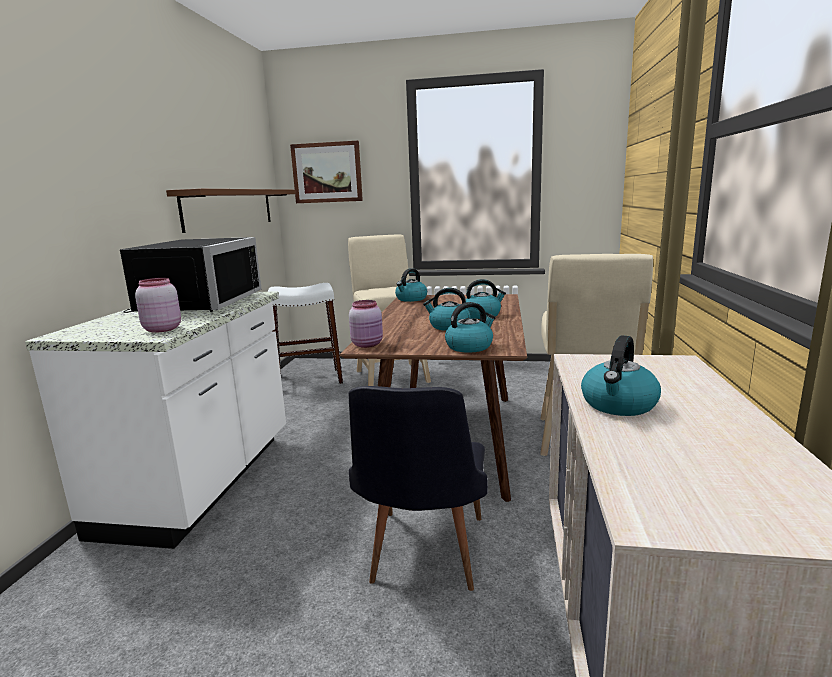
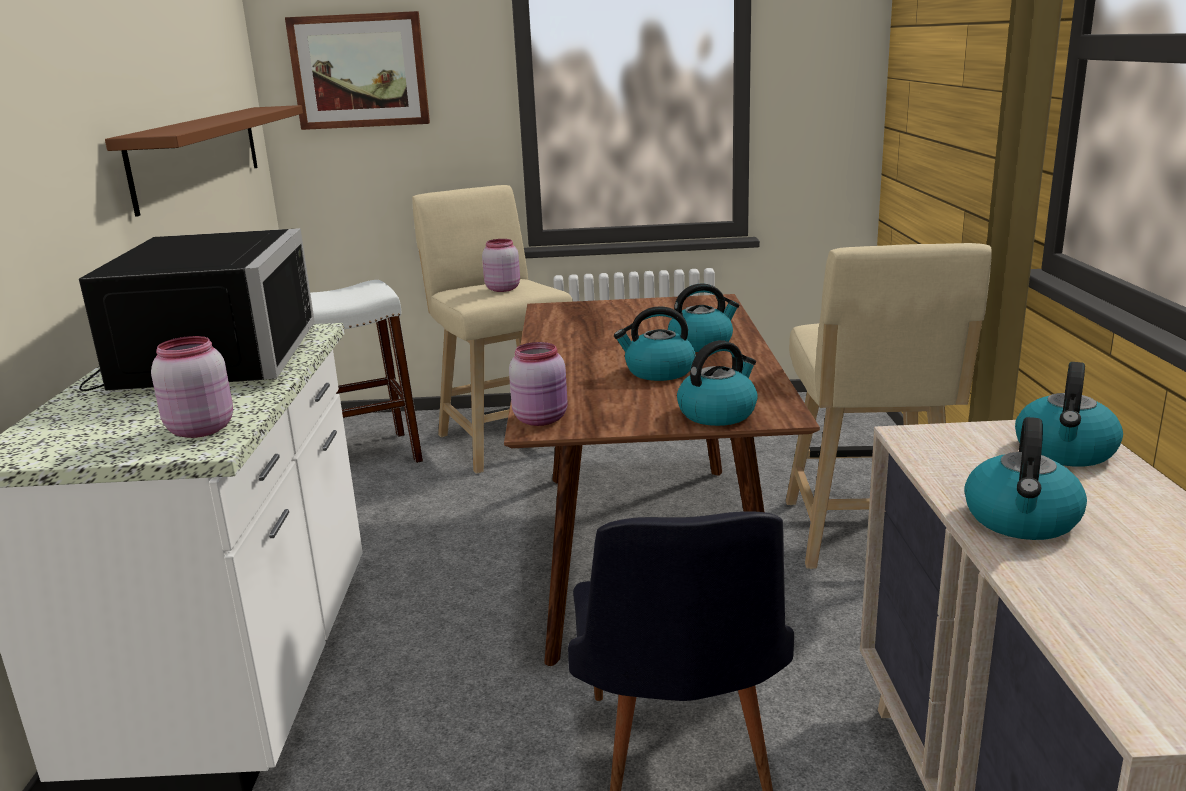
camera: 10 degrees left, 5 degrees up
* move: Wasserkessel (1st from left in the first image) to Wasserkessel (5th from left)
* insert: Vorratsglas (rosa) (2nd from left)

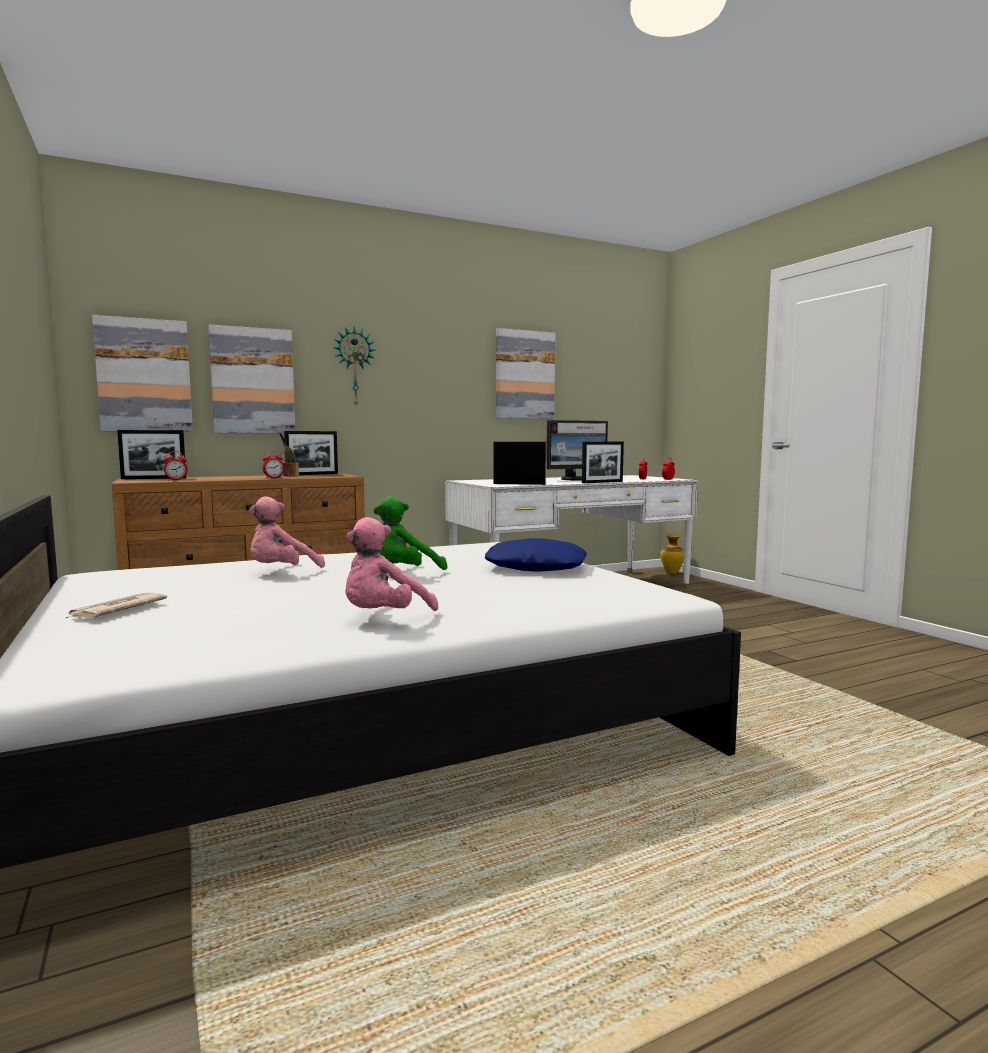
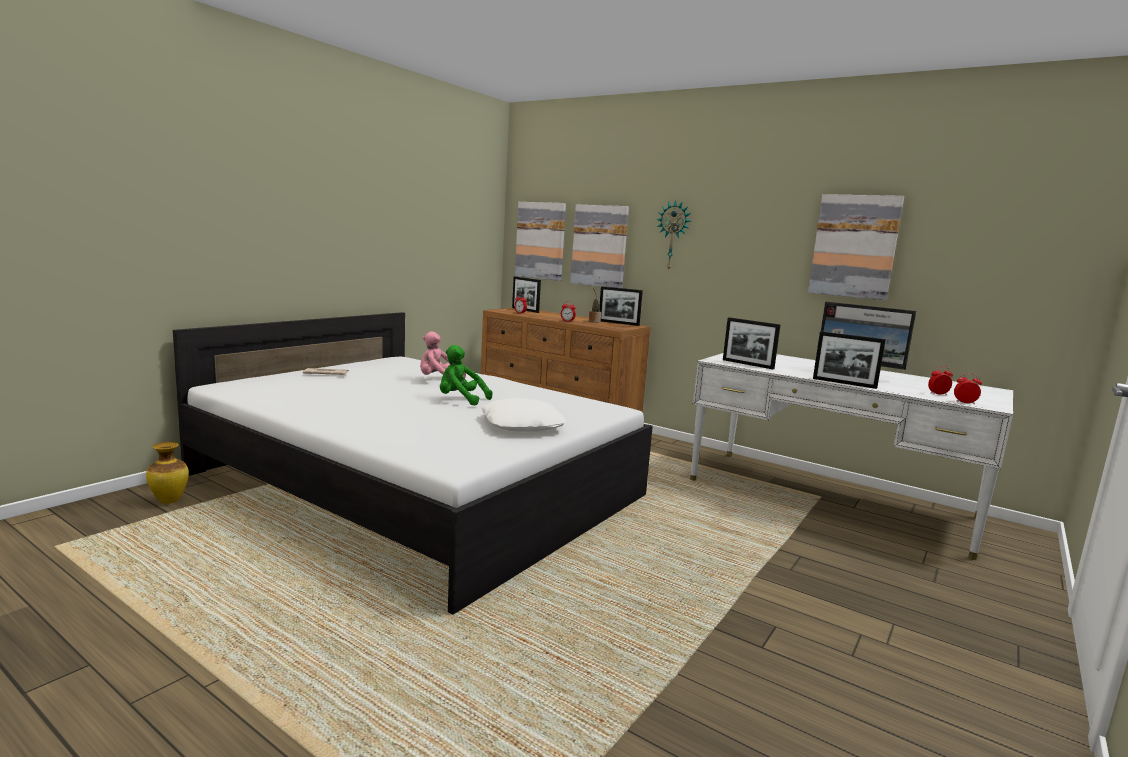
camera: 60 degrees right, 5 degrees up
* delete: Plüschtier (rosa) (2nd from left)
* recolor: Kissen (blau) to Kissen (weiß)
* rotate: Bilderrahmen (3rd from left) 150 degrees clockwise
* move: Vase

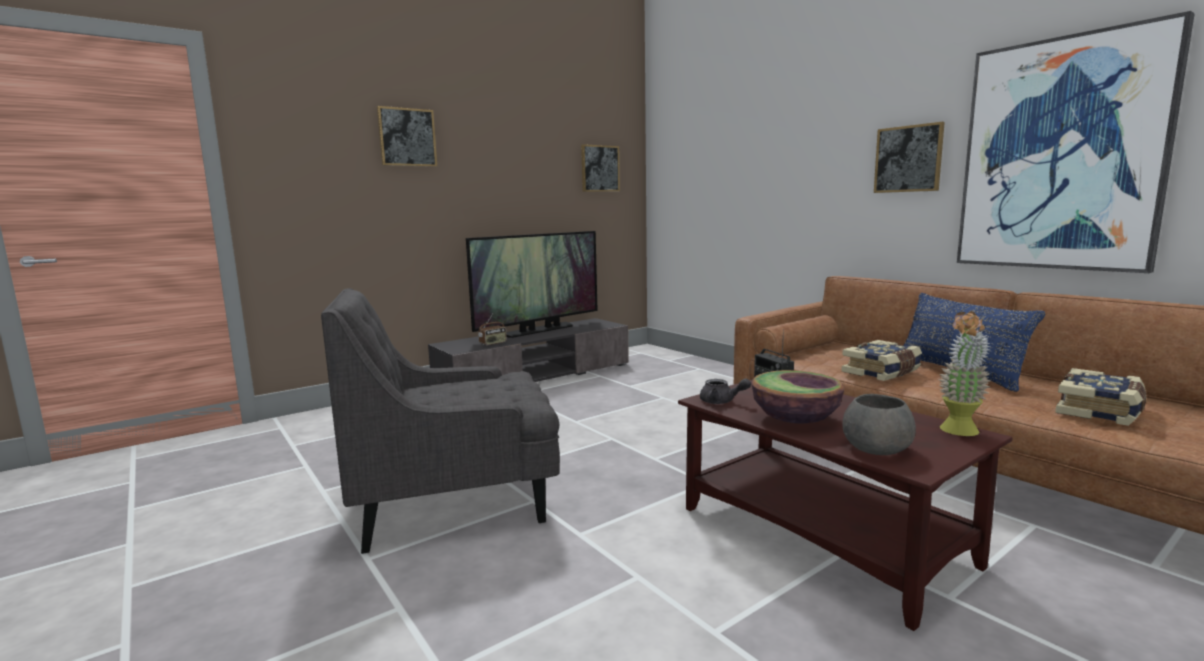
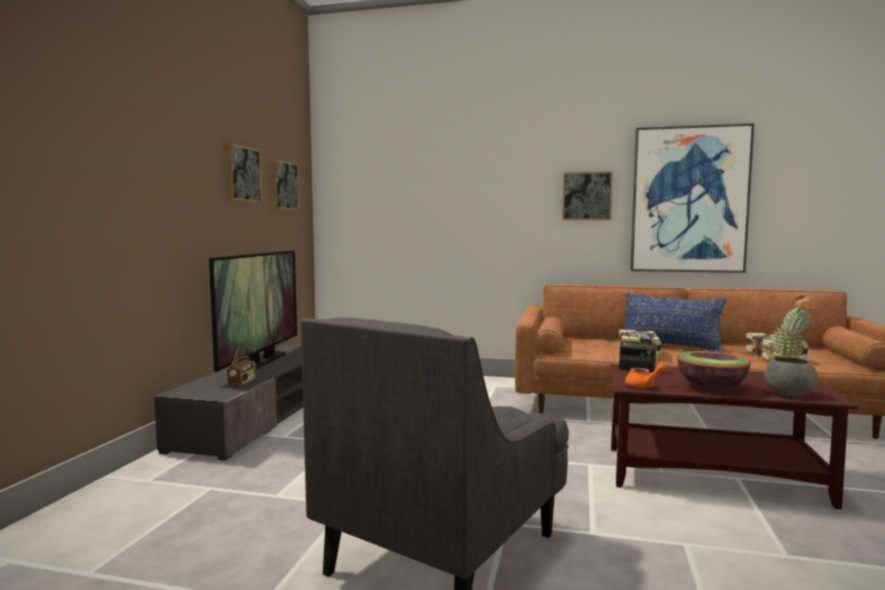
camera: 40 degrees left, 5 degrees down
* move: Bild (1st from left)
* recolor: Teekanne (grau) to Teekanne (orange)

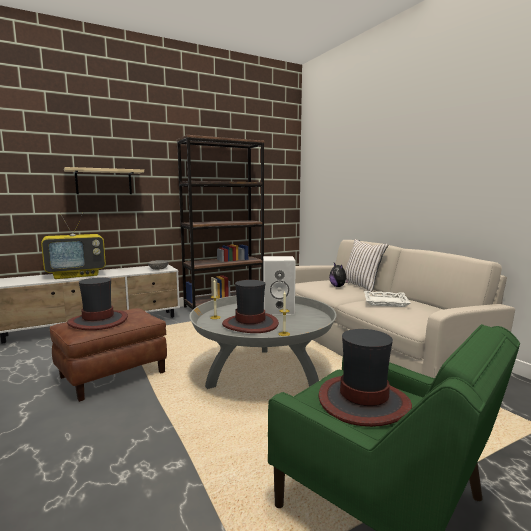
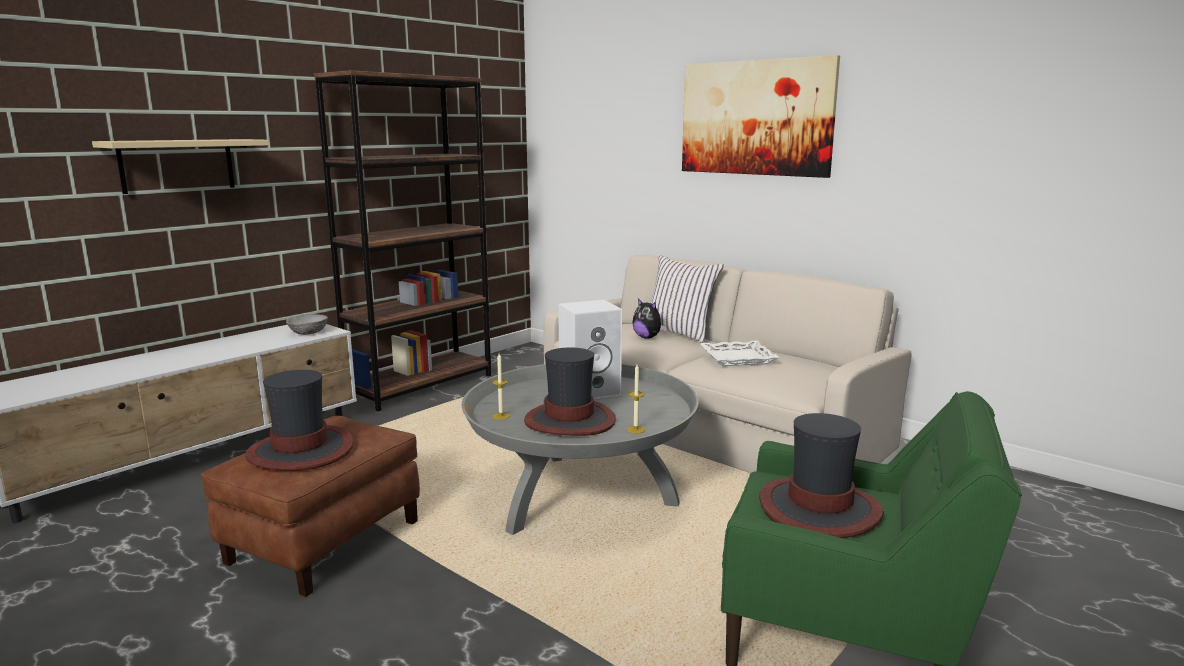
camera: 20 degrees left, 5 degrees up
* delete: Fernseher
* insert: Bild

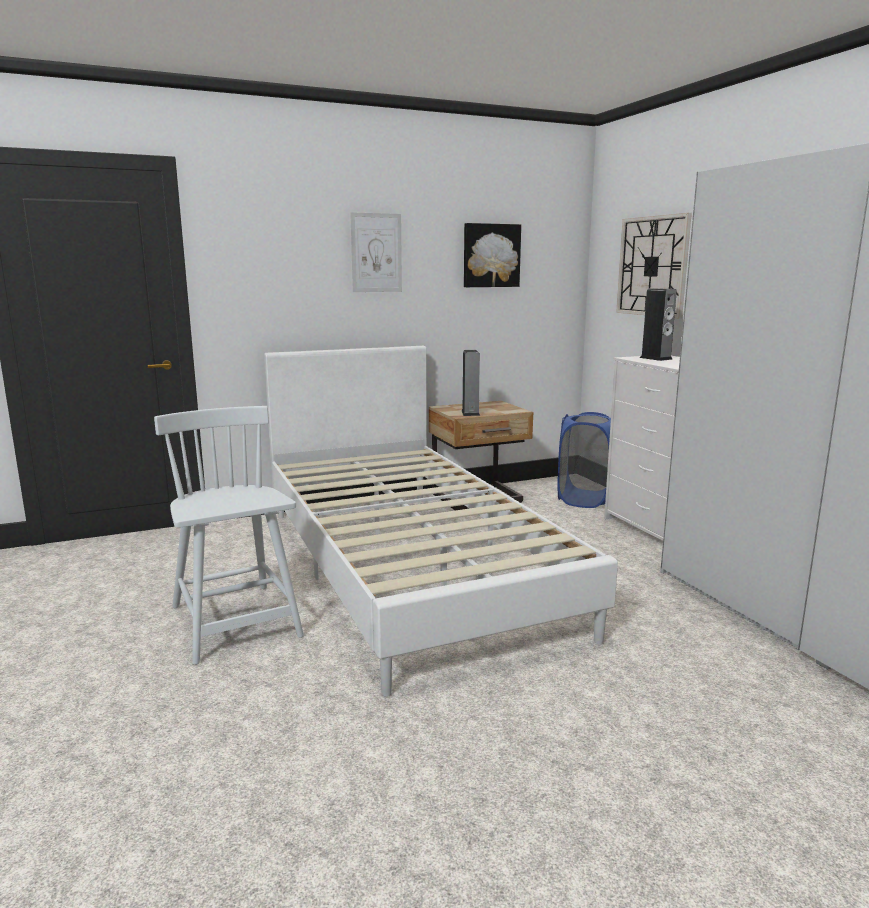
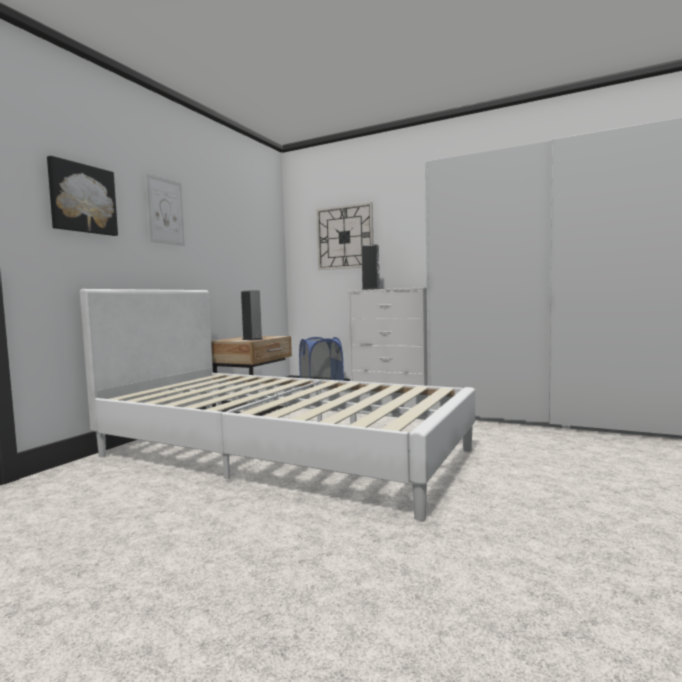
camera: 40 degrees left, 10 degrees down
* delete: Stuhl (weiß)
* move: Bild (2nd from left in the first image) to Bild (1st from left)

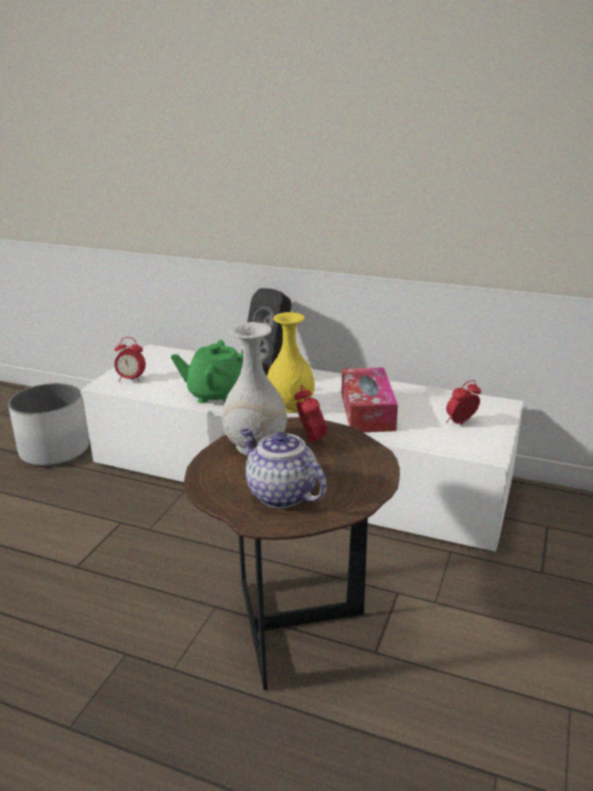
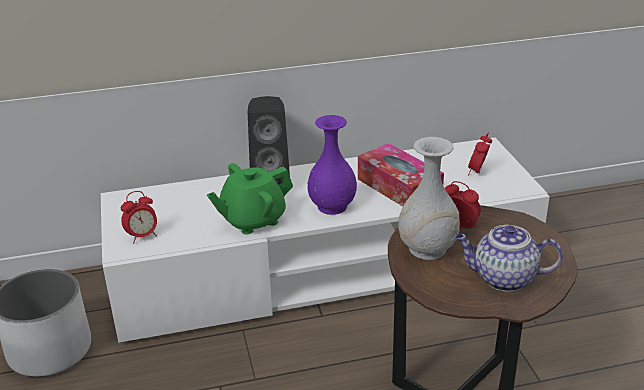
camera: 35 degrees left, 5 degrees up
* recolor: Vase (gelb) to Vase (lila)

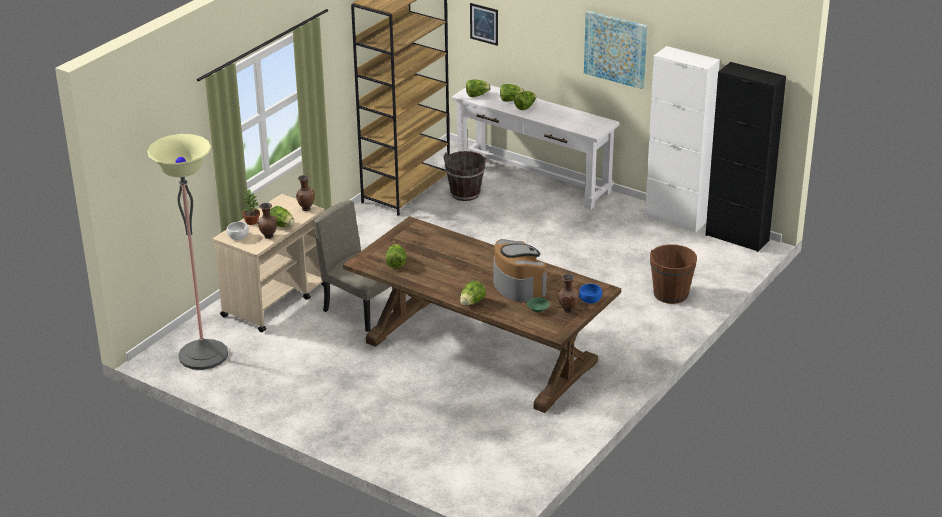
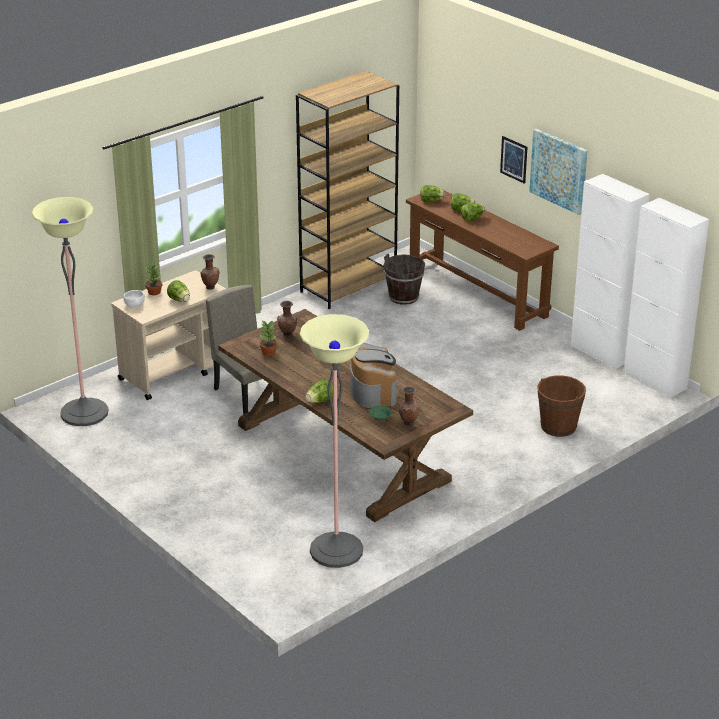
camera: 15 degrees right, 0 degrees up
* move: Vase (braun) (1st from left in the first image) to Vase (braun) (2nd from left)
* replace: Salatkopf (2nd from left) to Topfpflanze (2nd from left)
* recolor: Konsolentisch (weiß) to Konsolentisch (braun)
* move: Bild (1st from left)
* delete: Schüssel (blau)
* recolor: Schrank (schwarz) to Schrank (weiß) (2nd from left)
* insert: Stehlampe (2nd from left)

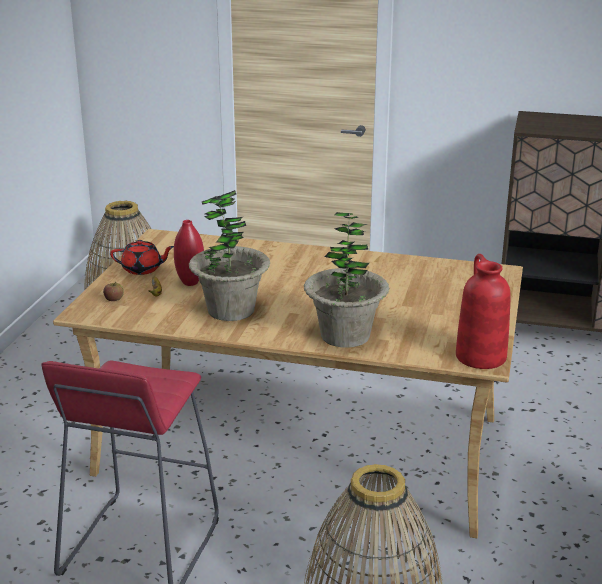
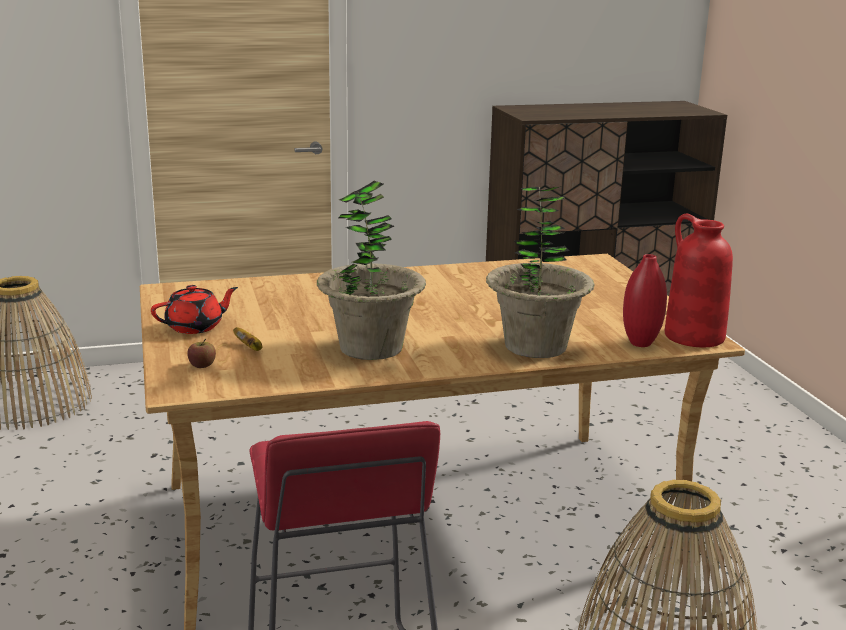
camera: 30 degrees left, 5 degrees down
* move: Vase (rot) (1st from left)

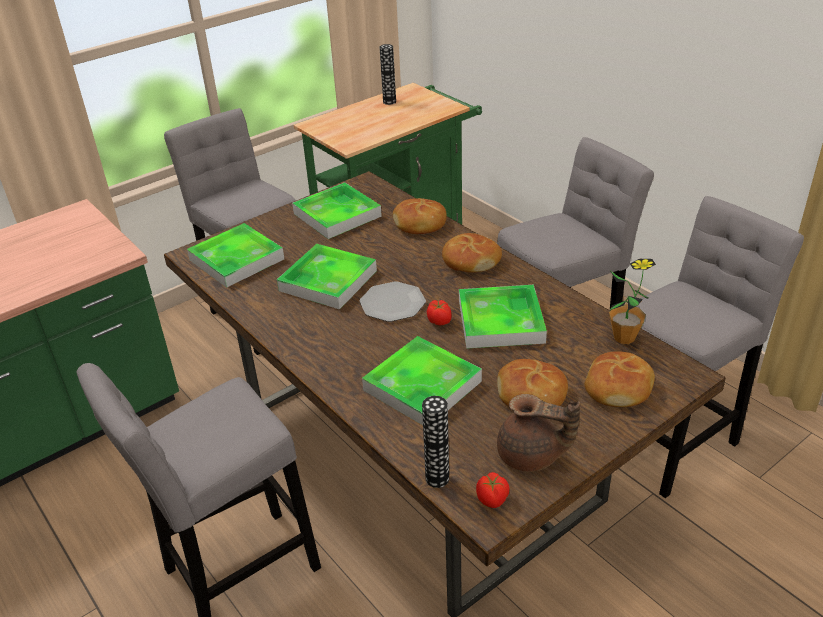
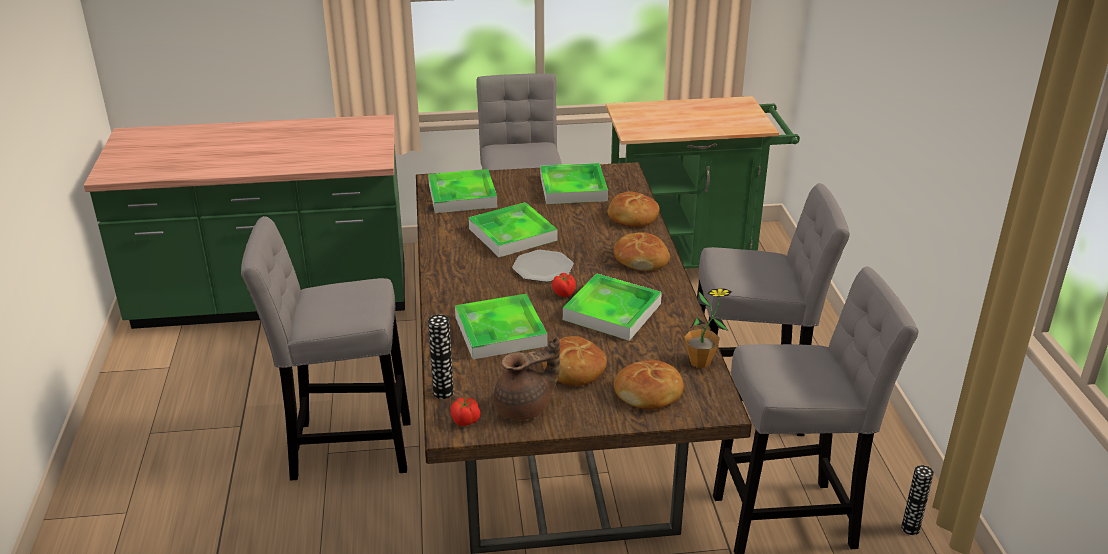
camera: 30 degrees right, 5 degrees down
* move: Vase (1st from left in the first image) to Vase (2nd from left)
* rotate: Teekanne (braun) 75 degrees counterclockwise

